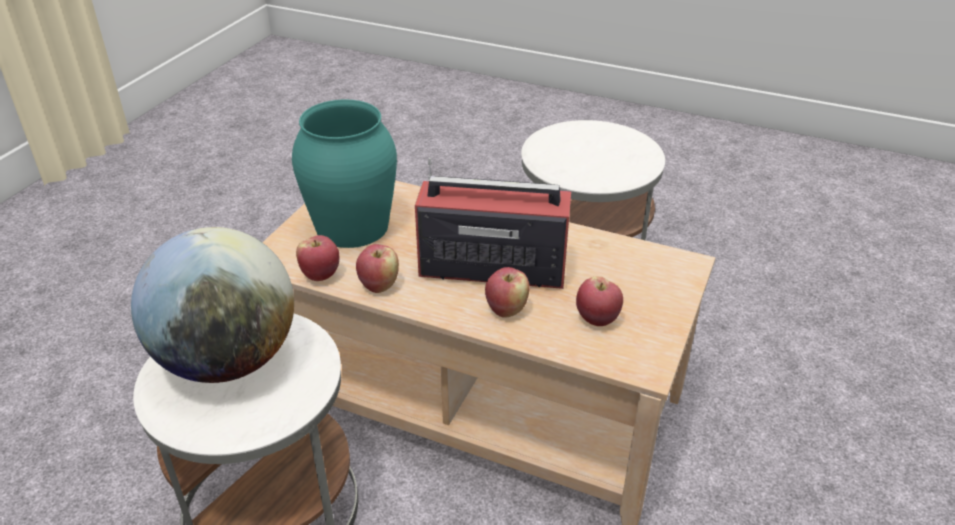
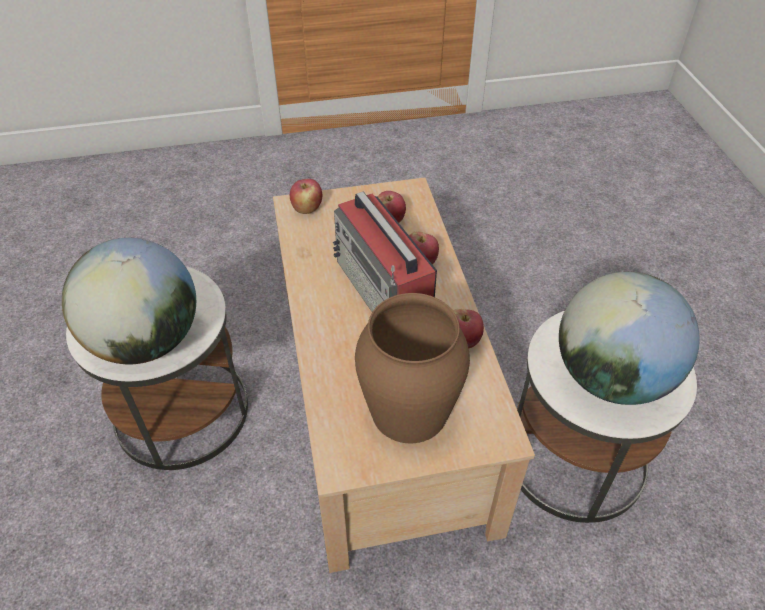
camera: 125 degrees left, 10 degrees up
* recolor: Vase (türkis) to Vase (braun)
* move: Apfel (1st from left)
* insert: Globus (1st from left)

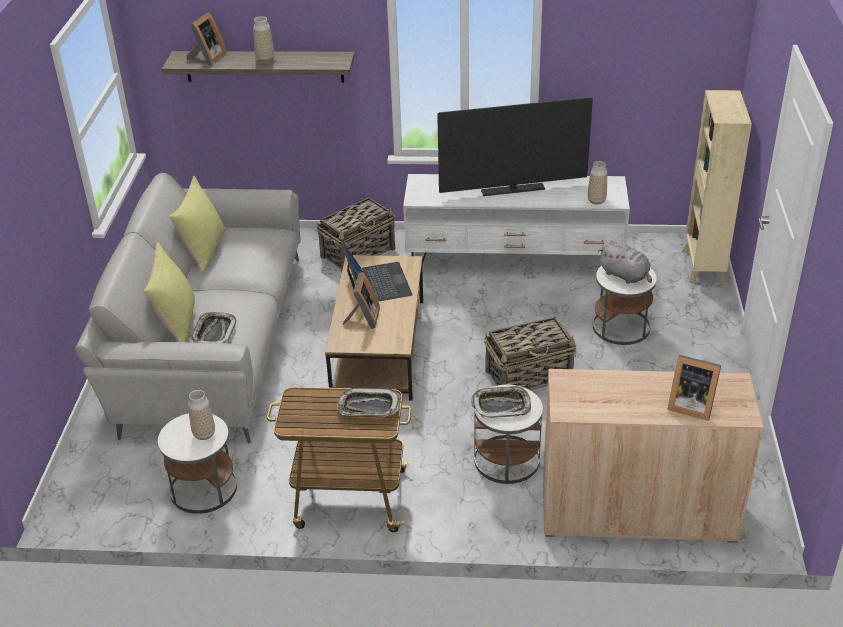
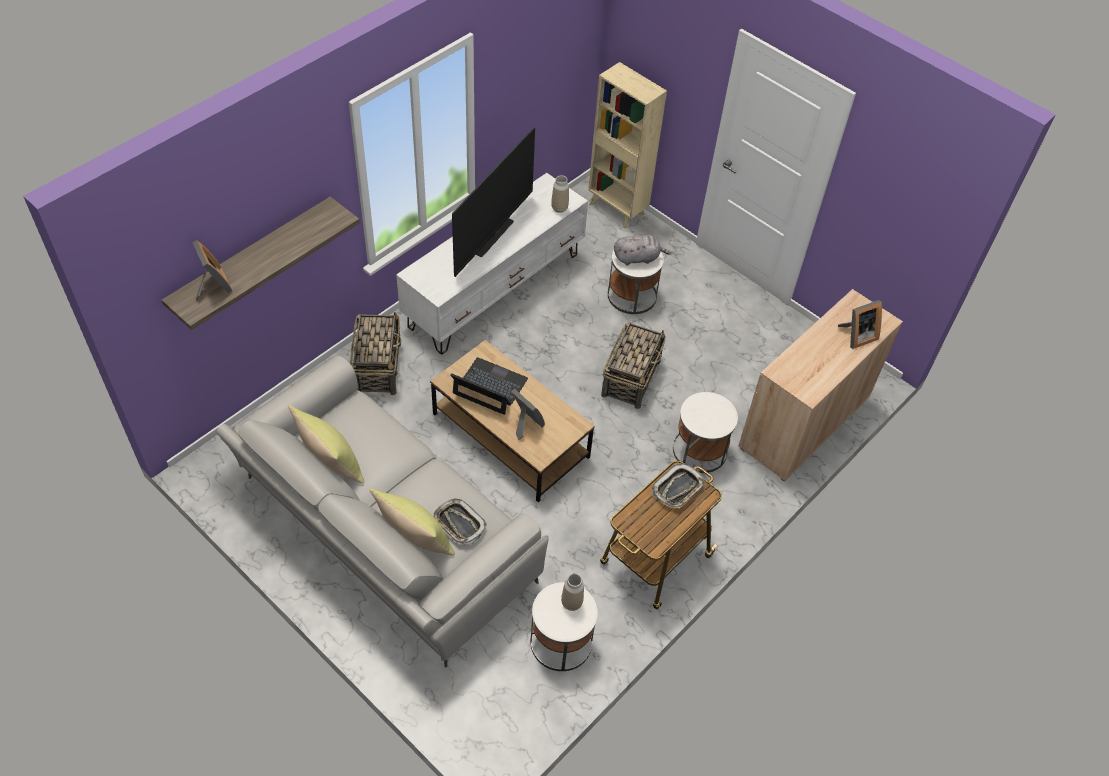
camera: 55 degrees left, 15 degrees up
* delete: Vase (2nd from left)
* delete: Tablett (3rd from left)

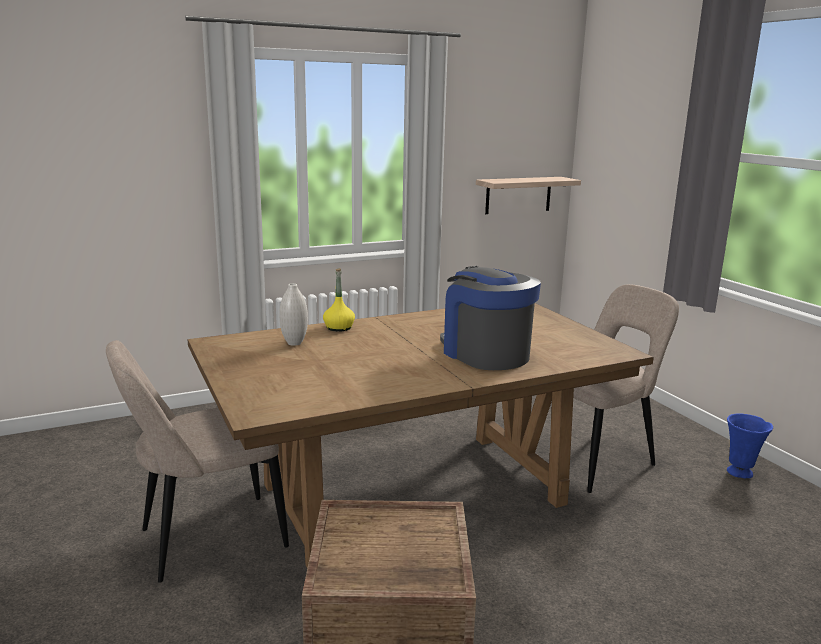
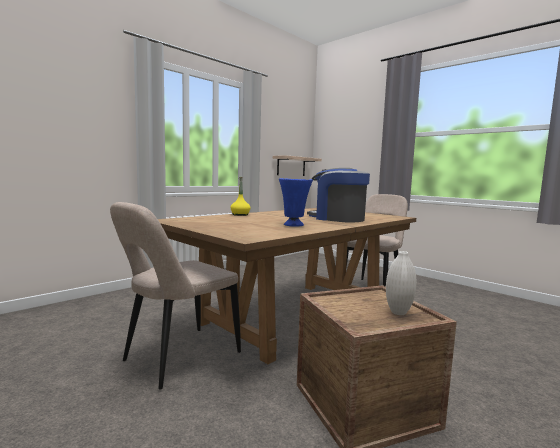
camera: 20 degrees left, 10 degrees down
* move: Vase (weiß)
* move: Vase (blau)

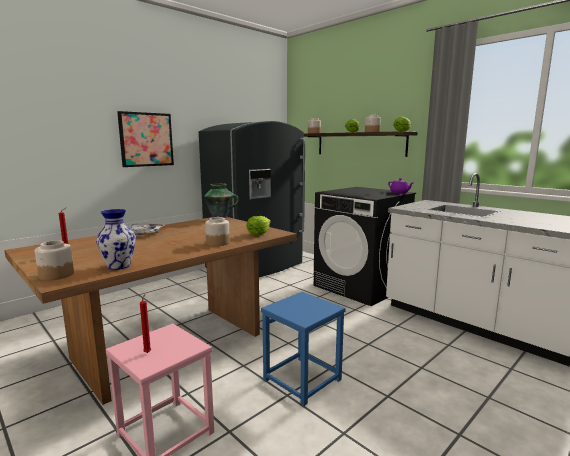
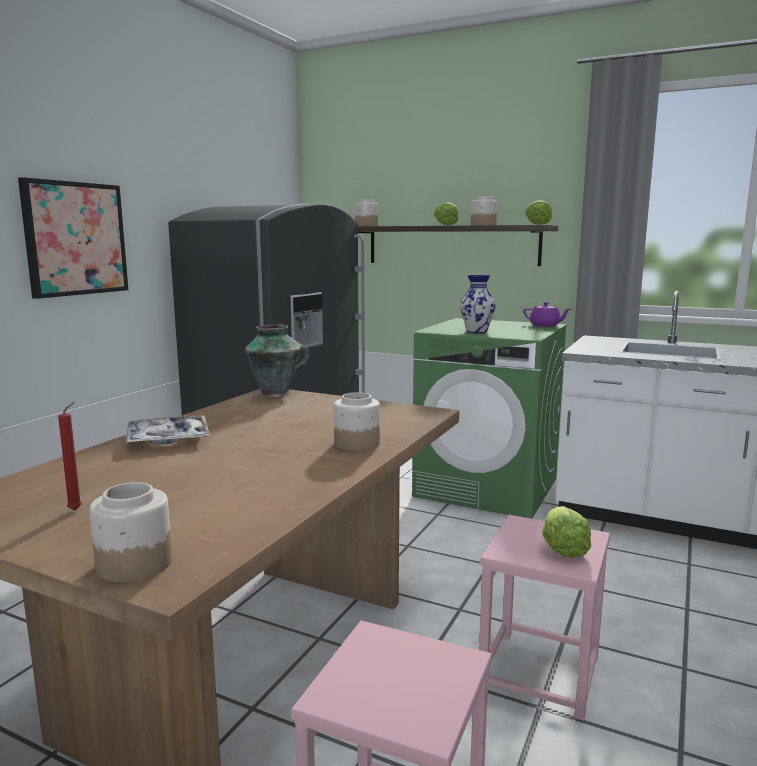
camera: 20 degrees left, 0 degrees up
* move: Vase (1st from left in the first image) to Vase (2nd from left)
* delete: Kerze (rot) (2nd from left)
* move: Salatkopf (1st from left in the first image) to Salatkopf (3rd from left)
* recolor: Hocker (blau) to Hocker (rosa) (2nd from left)
* recolor: Waschmaschine (schwarz) to Waschmaschine (grün)

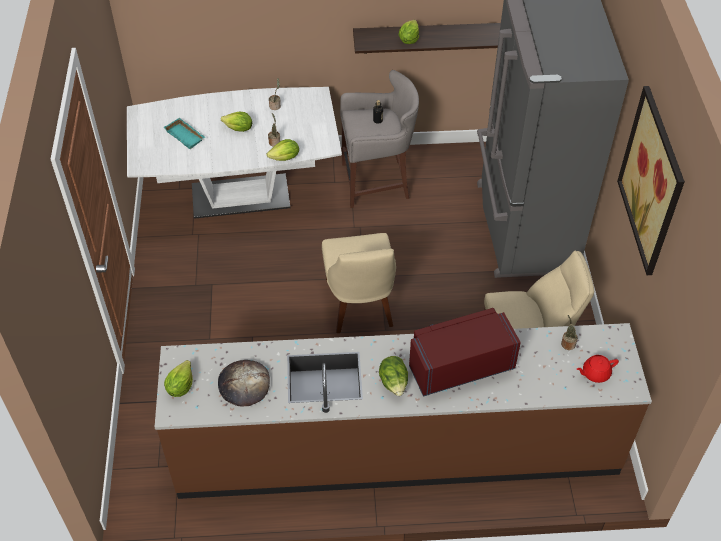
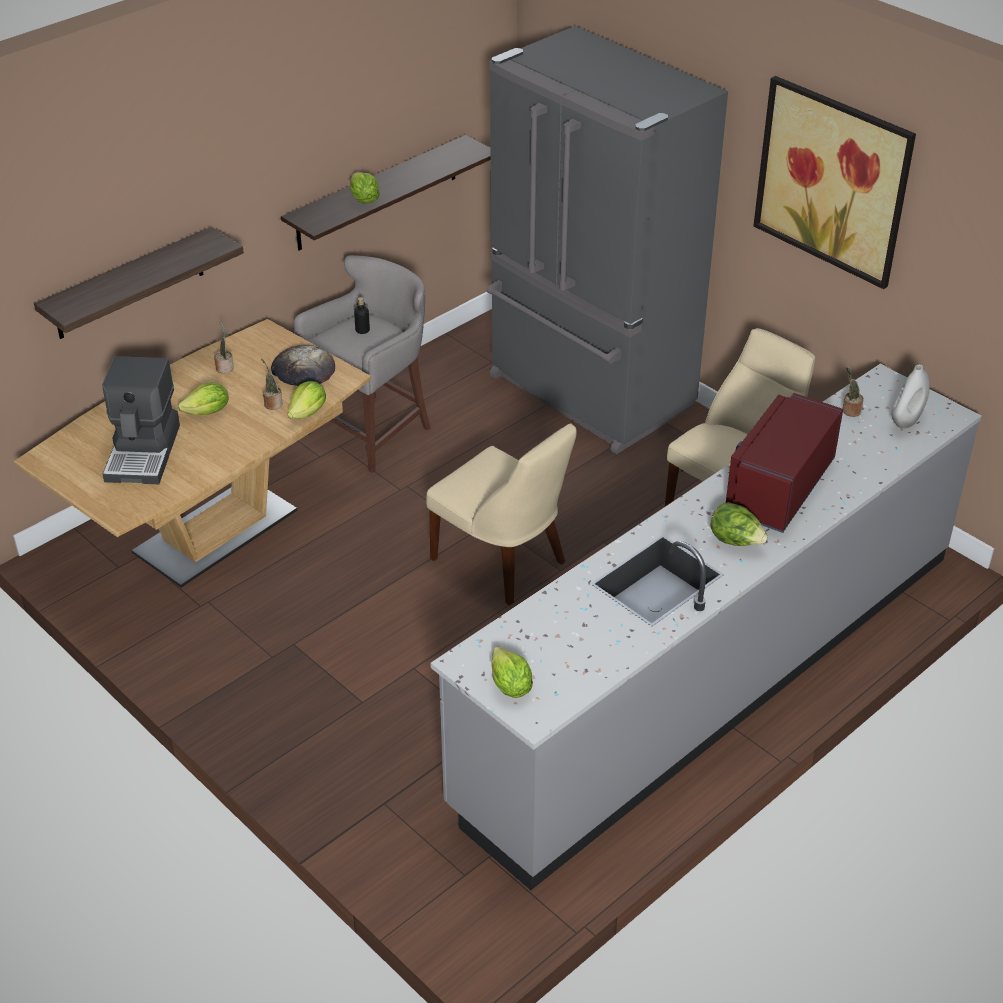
camera: 40 degrees left, 10 degrees down
* recolor: Esstisch (weiß) to Esstisch (braun)
* recolor: Küchenzeile (braun) to Küchenzeile (grau)
* replace: Tablett (türkis) to Kaffeemaschine
* move: Brot
* replace: Teekanne (rot) to Vase (weiß)
* insert: Wandregal (1st from left)

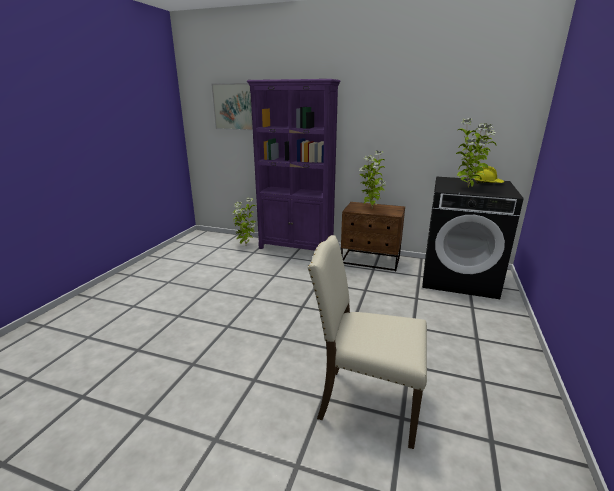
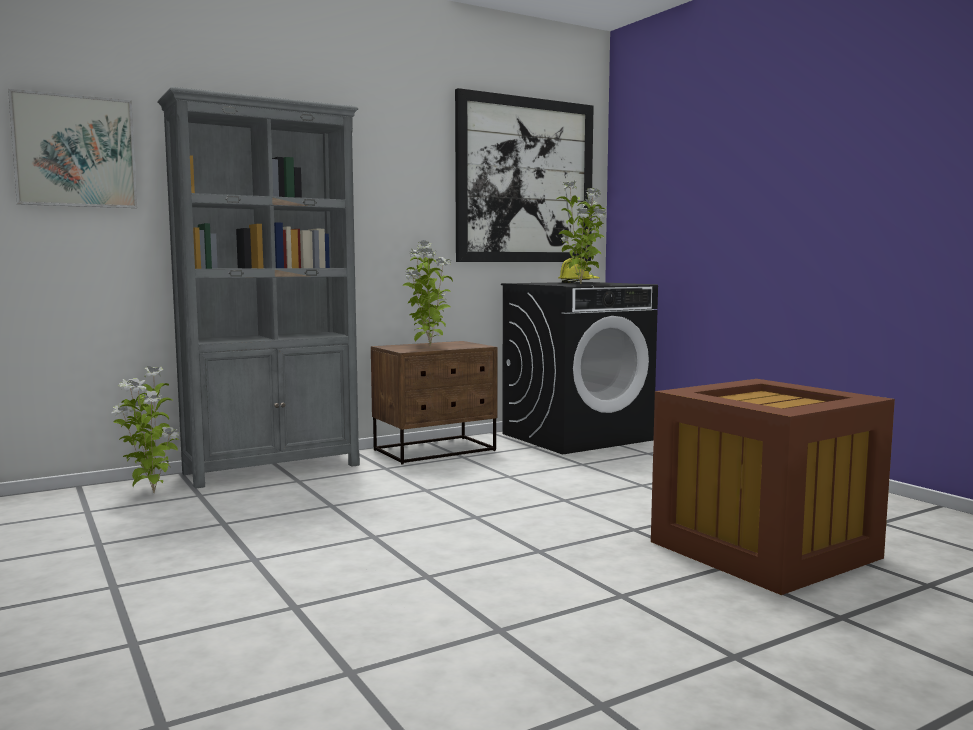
camera: 50 degrees left, 15 degrees down
* recolor: Bücherregal (lila) to Bücherregal (grau)
* replace: Stuhl (beige) to Aufbewahrungsbox (braun)
* insert: Bild (2nd from left)

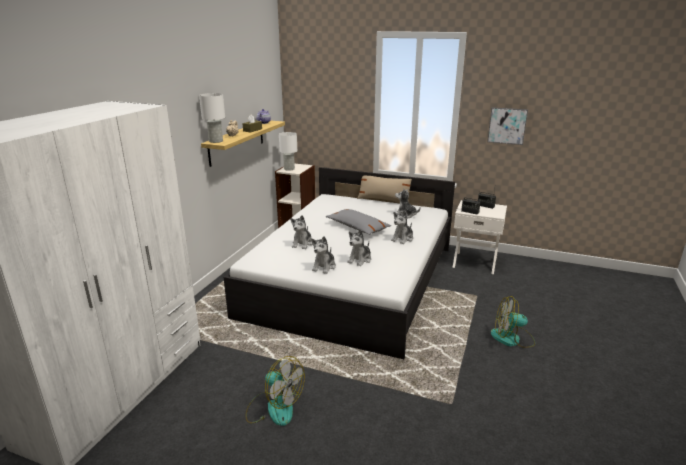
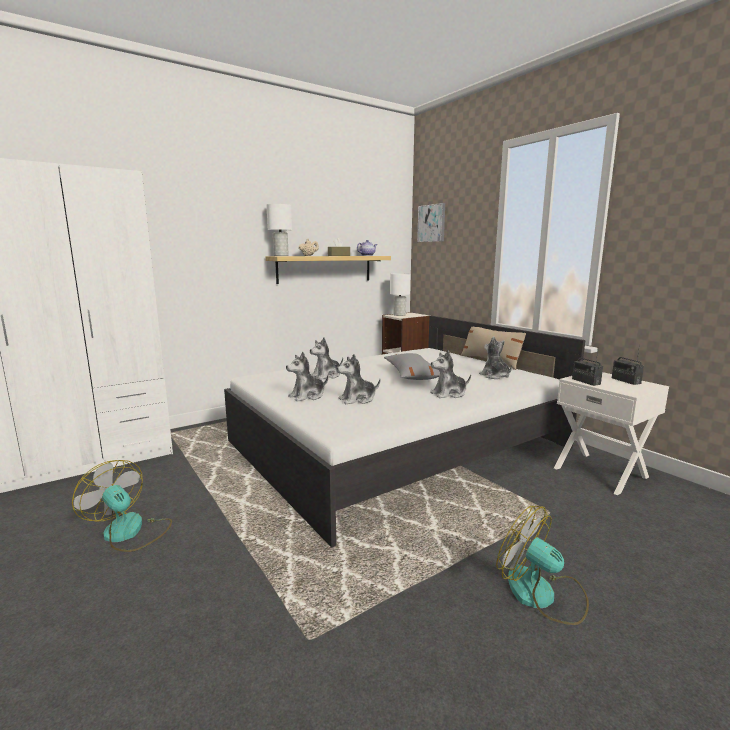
camera: 35 degrees right, 10 degrees down
* rotate: Ventilator (1st from left) 150 degrees clockwise
* move: Bild

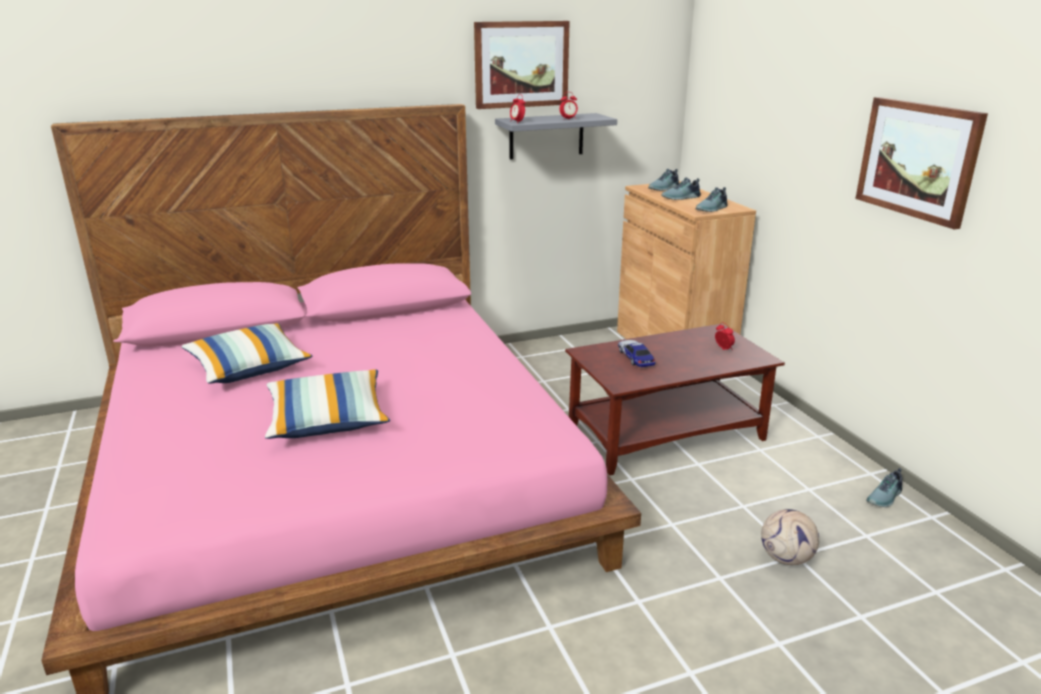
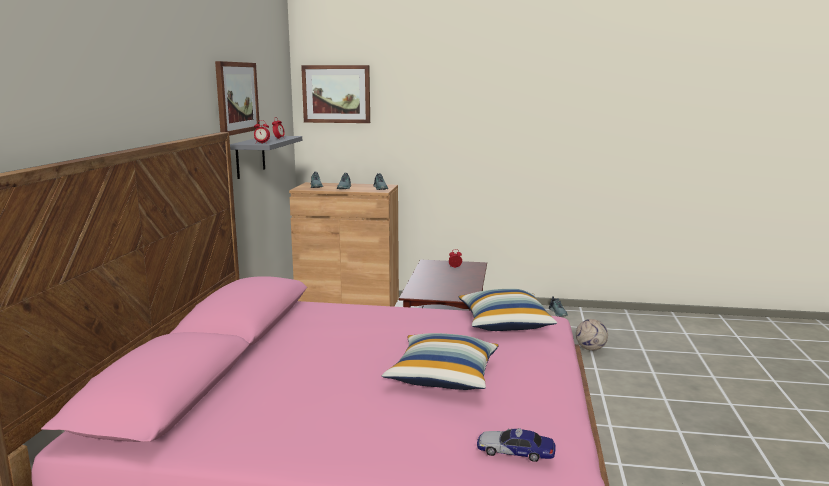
camera: 60 degrees left, 10 degrees down
* move: Kissen (1st from left in the first image) to Kissen (2nd from left)
* move: Spielzeugauto
* move: Bild (2nd from left)

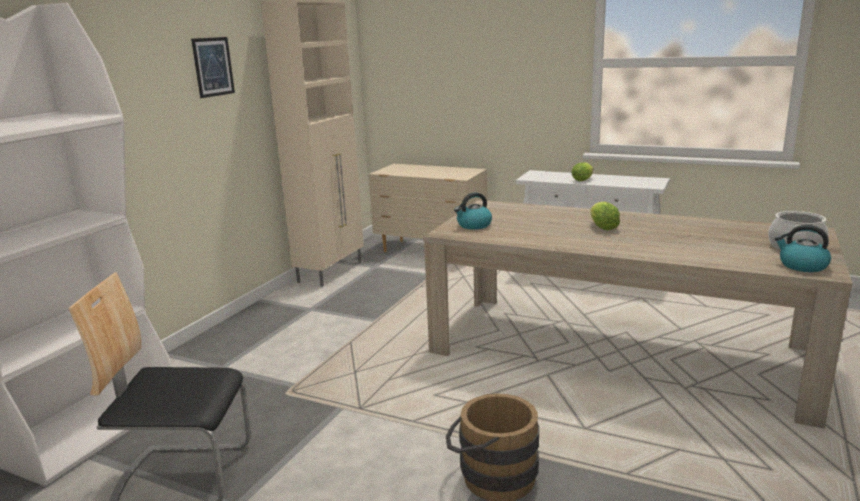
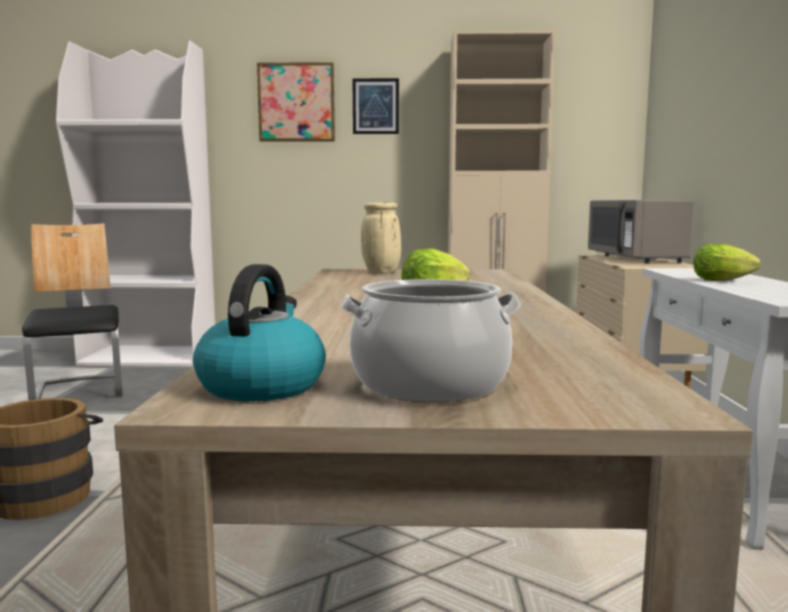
camera: 65 degrees right, 10 degrees down
* replace: Wasserkessel (1st from left) to Vase (beige)
* insert: Bild (1st from left)
* insert: Mikrowelle (grau)

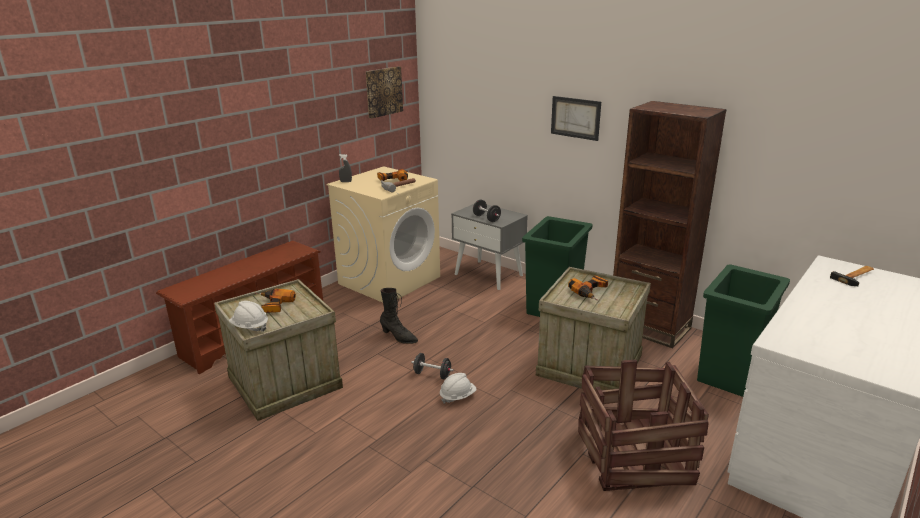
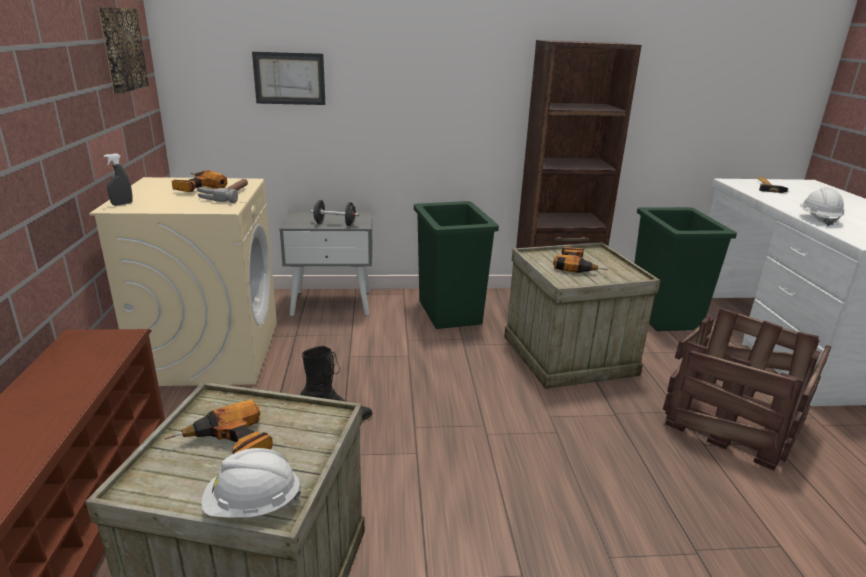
camera: 45 degrees left, 0 degrees up
* delete: Hantel (schwarz) (1st from left)
* move: Schutzhelm (weiß) (2nd from left)
* move: Bild (2nd from left)

